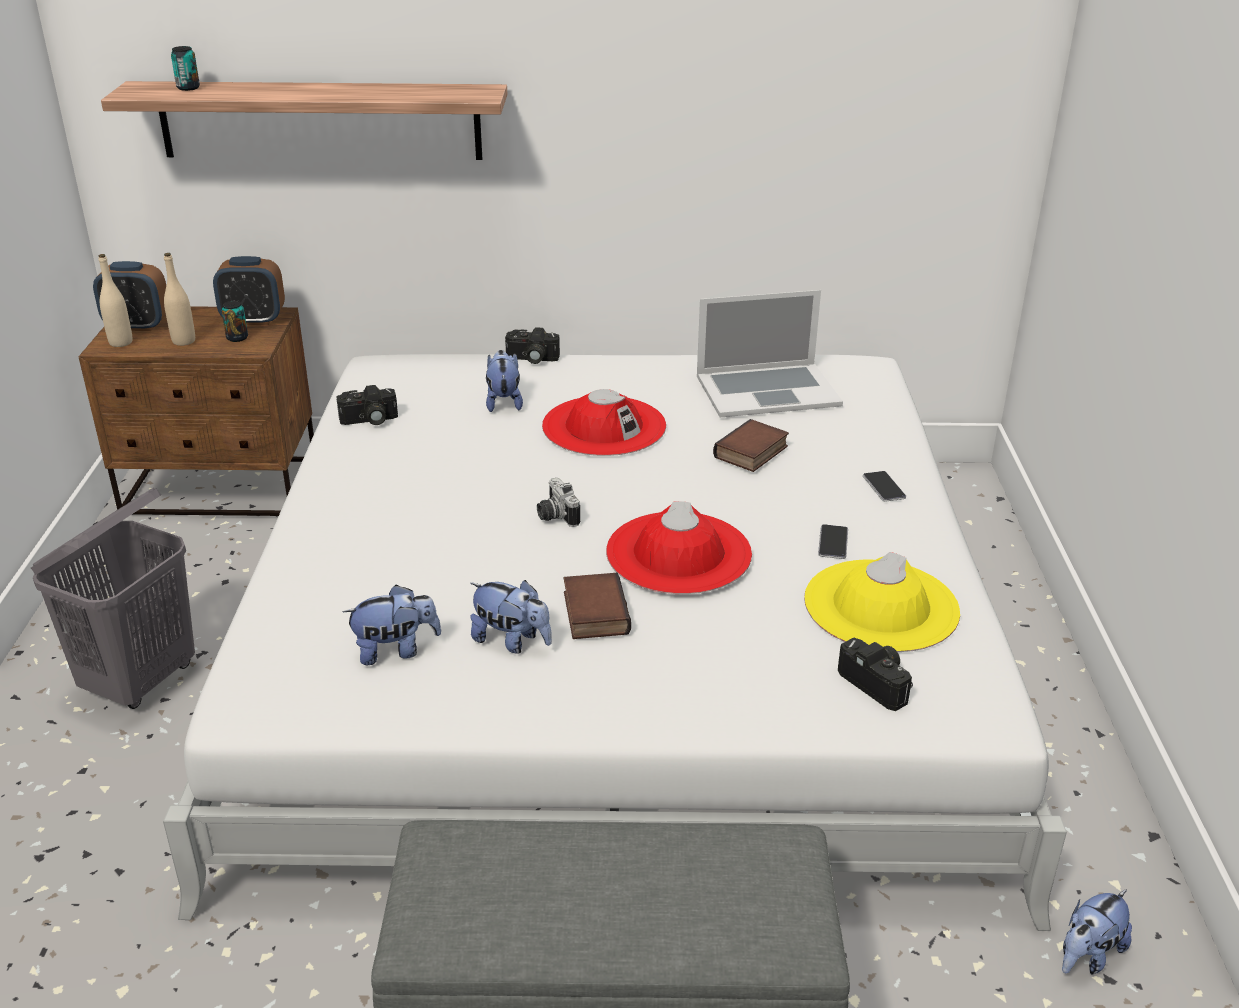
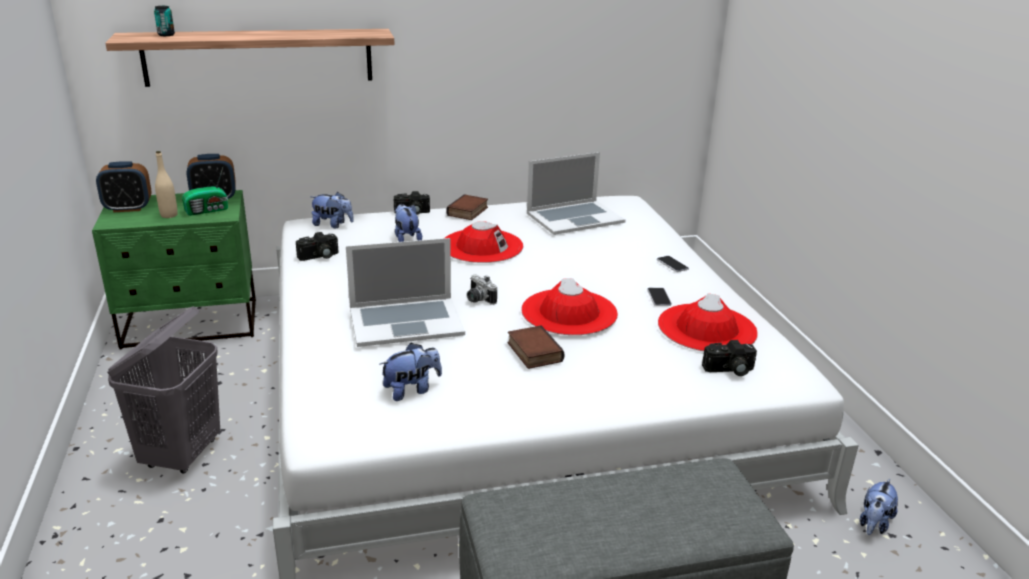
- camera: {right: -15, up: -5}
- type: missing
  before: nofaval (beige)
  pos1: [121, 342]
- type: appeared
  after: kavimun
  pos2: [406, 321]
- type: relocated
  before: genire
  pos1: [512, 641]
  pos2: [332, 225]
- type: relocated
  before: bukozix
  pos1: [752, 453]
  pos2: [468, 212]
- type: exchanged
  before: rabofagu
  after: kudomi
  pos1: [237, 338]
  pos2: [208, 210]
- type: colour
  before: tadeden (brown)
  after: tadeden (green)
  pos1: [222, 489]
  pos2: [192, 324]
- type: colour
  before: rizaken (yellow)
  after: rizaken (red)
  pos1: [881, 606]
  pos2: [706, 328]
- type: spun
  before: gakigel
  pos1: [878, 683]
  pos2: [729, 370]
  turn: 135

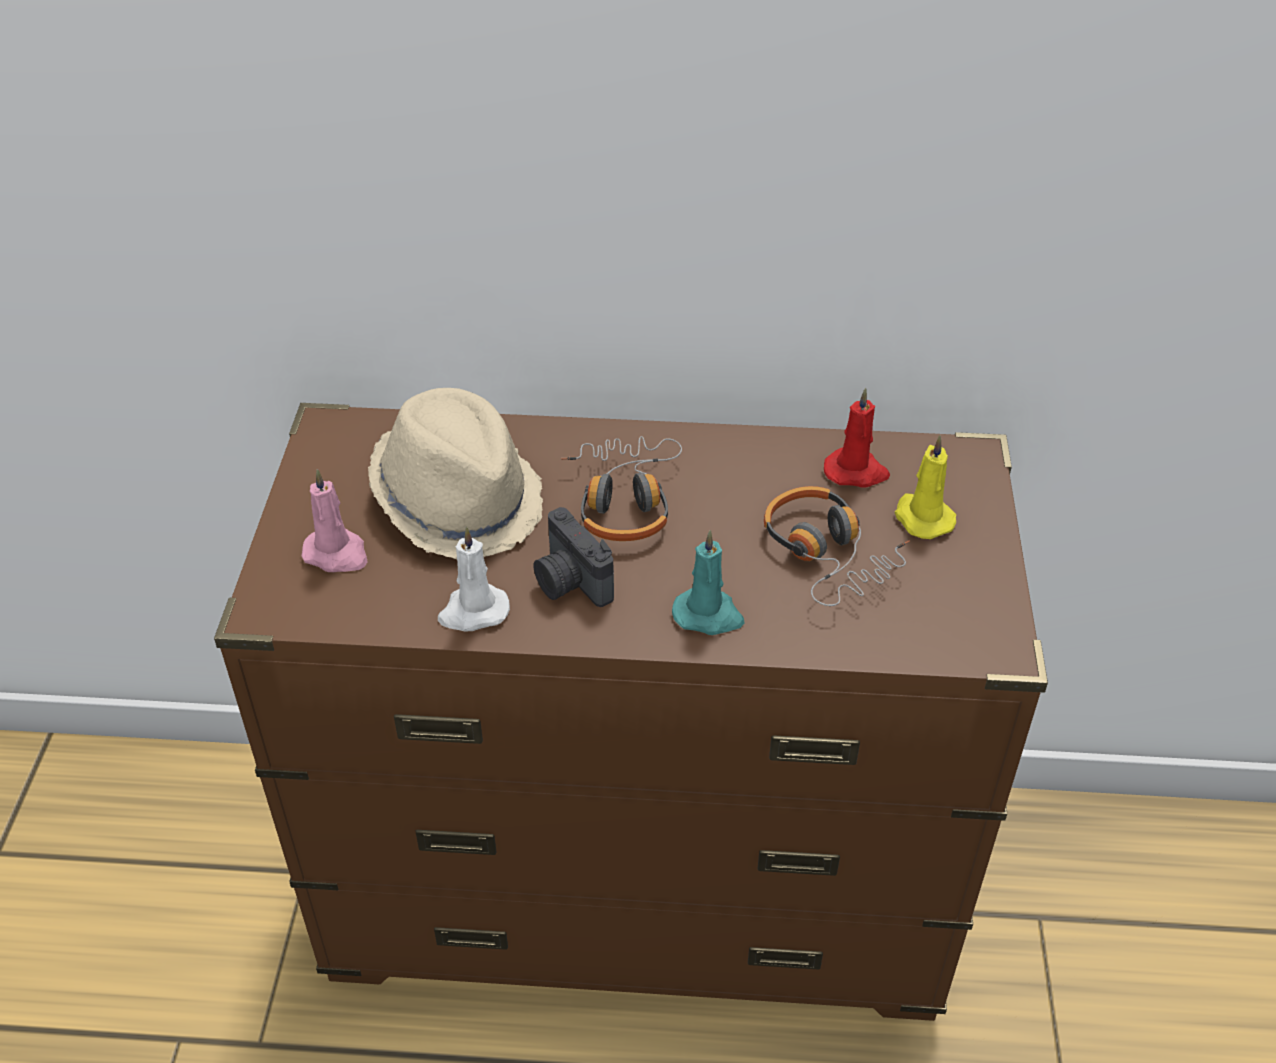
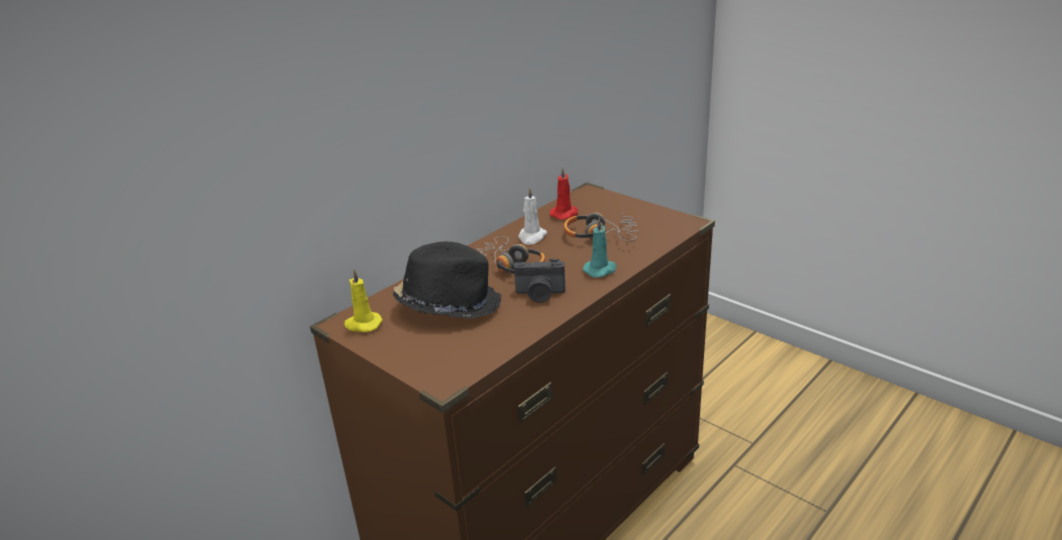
- camera: {right: -50, up: -15}
- type: missing
  before: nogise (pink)
  pos1: [337, 554]
- type: relocated
  before: nogise (white)
  pos1: [473, 612]
  pos2: [532, 237]
- type: relocated
  before: nogise (yellow)
  pos1: [922, 517]
  pos2: [362, 324]
- type: colour
  before: rizaken (beige)
  after: rizaken (black)
  pos1: [459, 500]
  pos2: [449, 304]

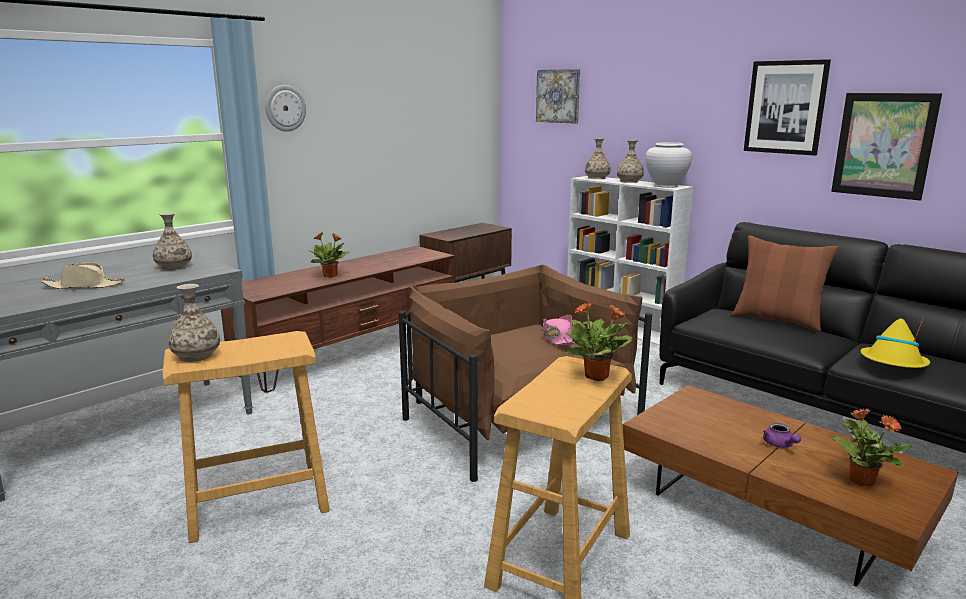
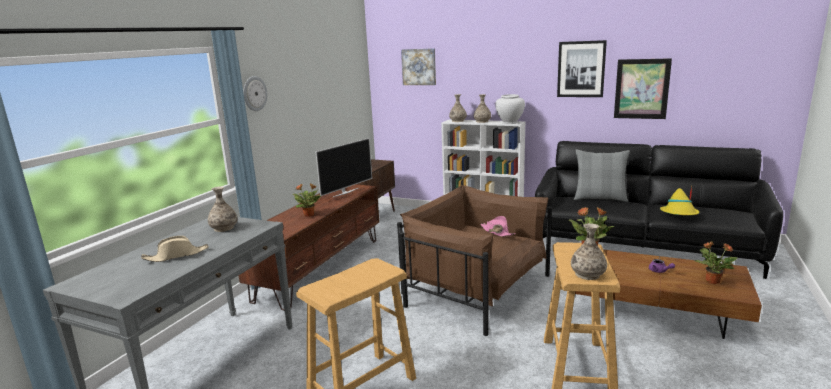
- camera: {right: -20, up: 0}
- type: appeared
  after: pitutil
  pos2: [345, 192]
- type: relocated
  before: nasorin
  pos1: [196, 355]
  pos2: [587, 274]
- type: colour
  before: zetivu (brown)
  after: zetivu (grey)
  pos1: [777, 320]
  pos2: [600, 198]

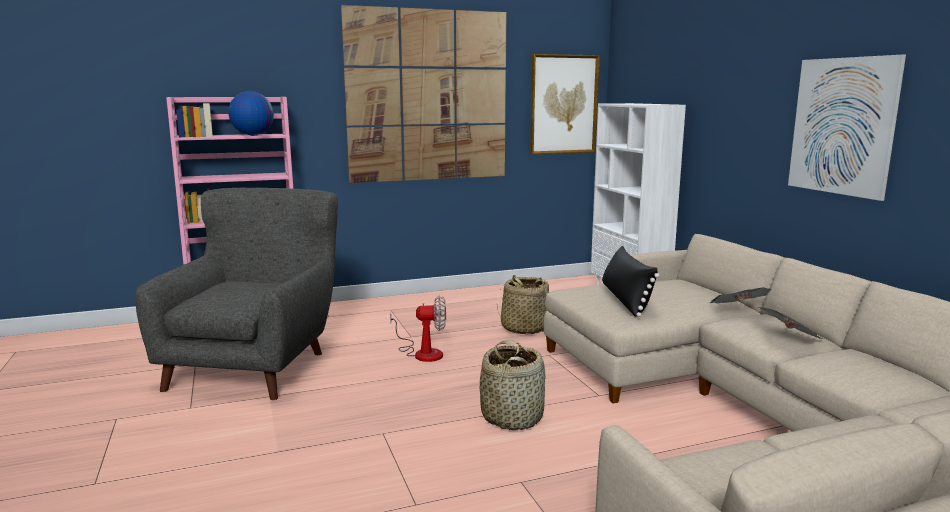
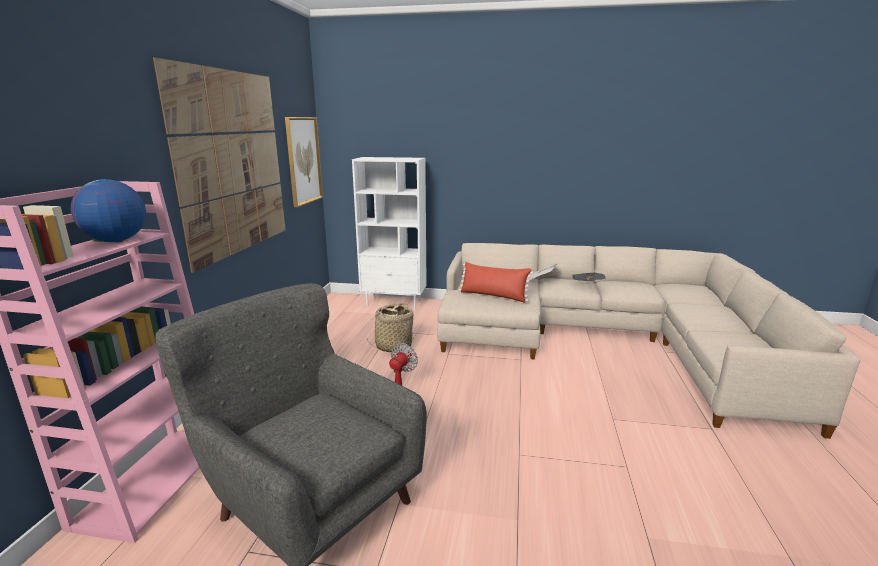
- camera: {right: -60, up: 5}
- type: missing
  before: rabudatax
  pos1: [512, 417]
- type: missing
  before: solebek
  pos1: [842, 126]
- type: colour
  before: zetivu (black)
  after: zetivu (red)
  pos1: [625, 300]
  pos2: [493, 296]

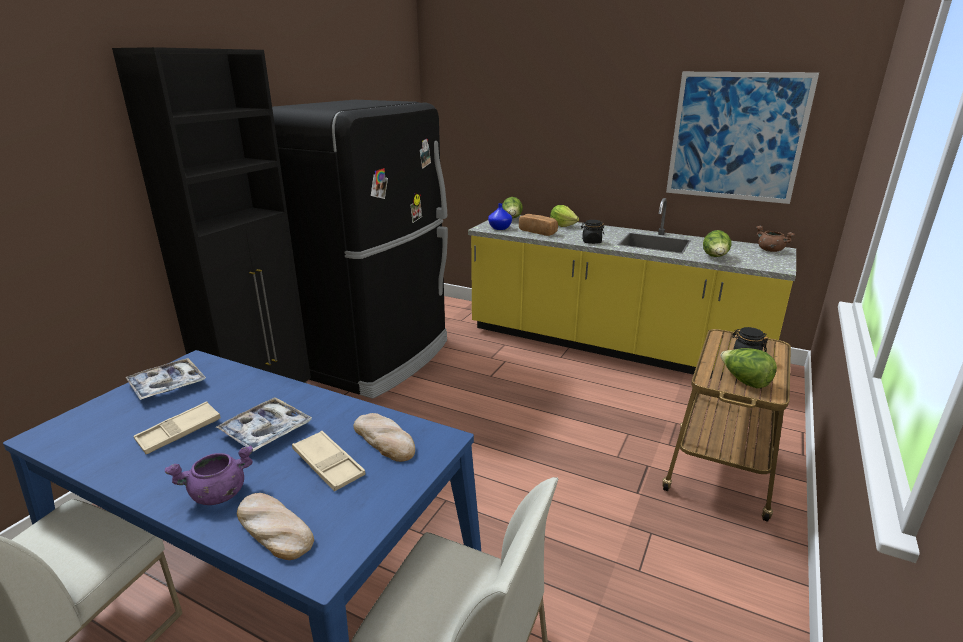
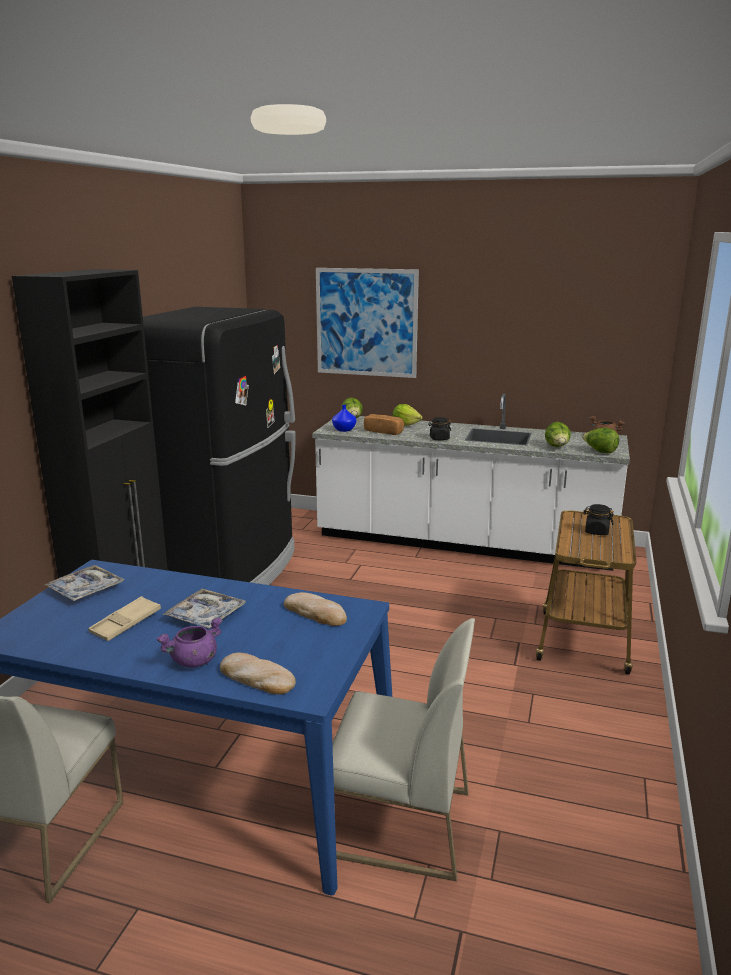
- camera: {right: -10, up: -5}
- type: missing
  before: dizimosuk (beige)
  pos1: [328, 465]
- type: relocated
  before: solebek
  pos1: [736, 137]
  pos2: [366, 322]
- type: relocated
  before: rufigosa
  pos1: [744, 381]
  pos2: [599, 451]
- type: colour
  before: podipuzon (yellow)
  after: podipuzon (white)
  pos1: [612, 346]
  pos2: [463, 543]

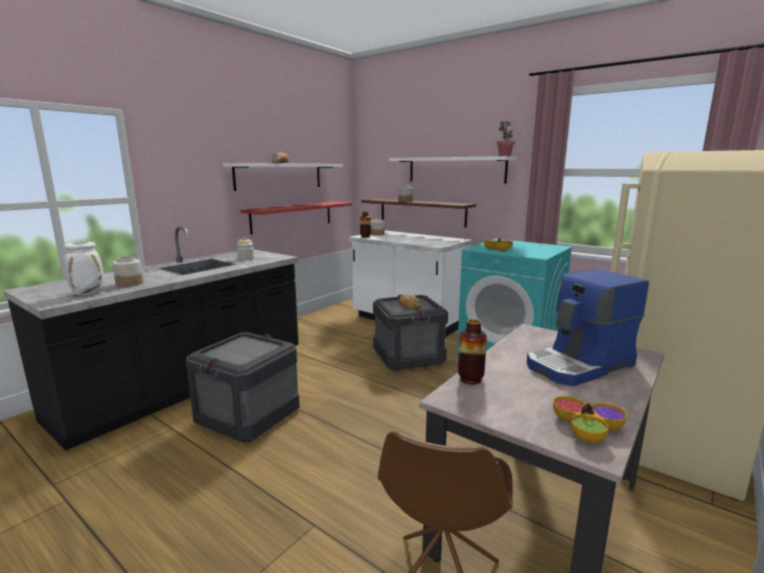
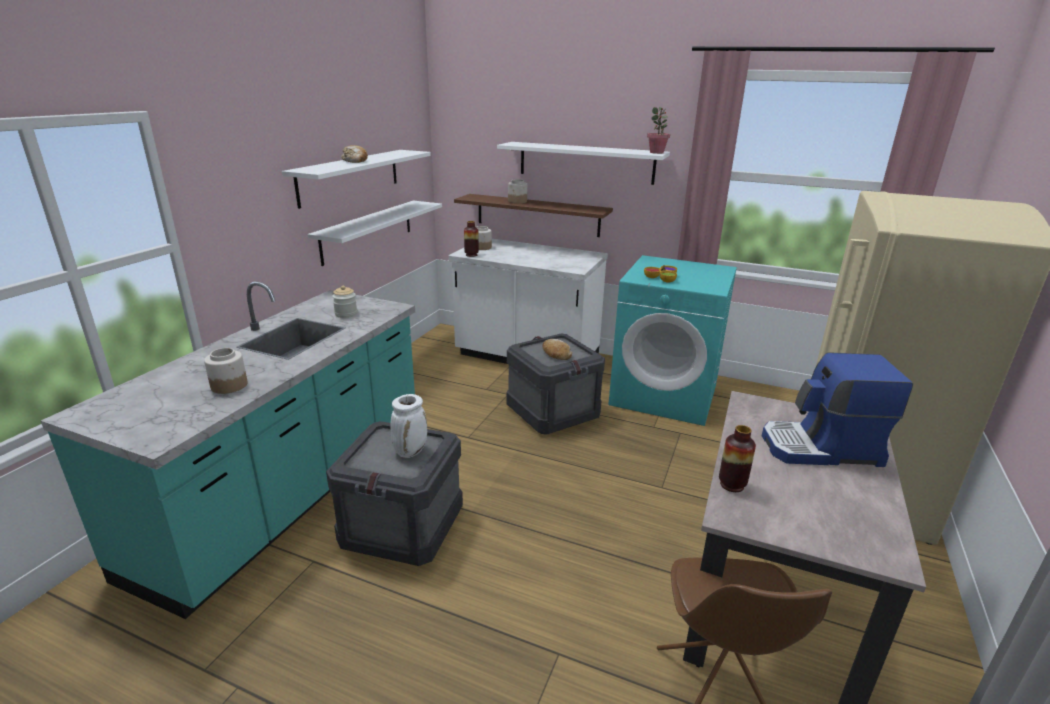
- camera: {right: -15, up: 10}
- type: missing
  before: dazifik
  pos1: [587, 427]
- type: relocated
  before: nasorin (white)
  pos1: [89, 293]
  pos2: [410, 451]
- type: colour
  before: podipuzon (black)
  after: podipuzon (turquoise)
  pos1: [188, 384]
  pos2: [292, 491]
- type: colour
  before: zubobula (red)
  after: zubobula (white)
  pos1: [292, 216]
  pos2: [368, 231]
- type: spun
  before: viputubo
  pos1: [580, 365]
  pos2: [821, 449]
  turn: 45

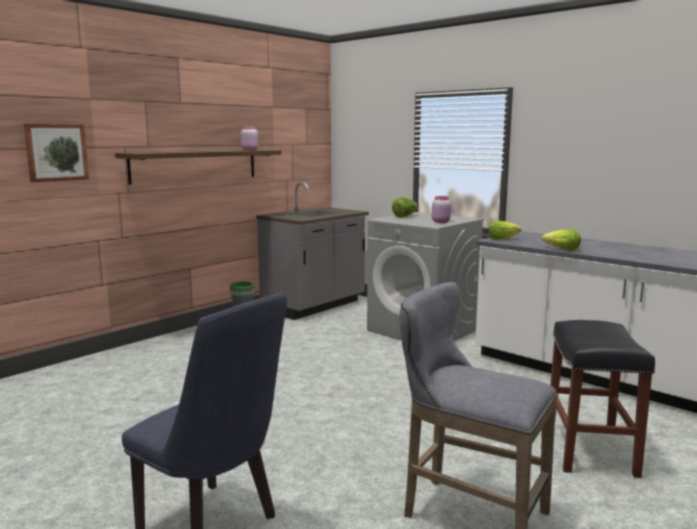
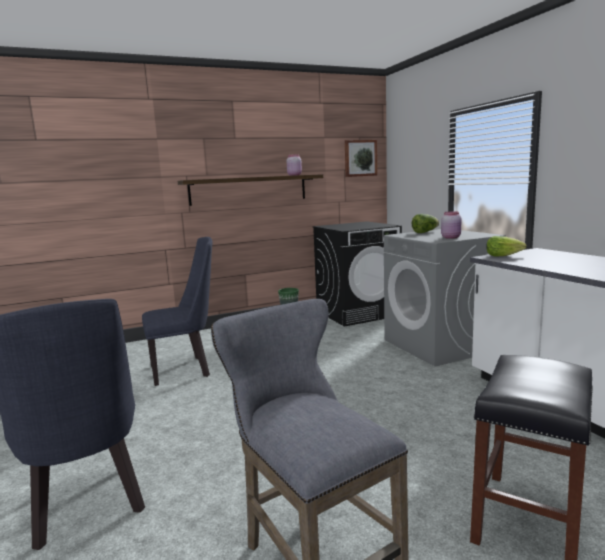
- camera: {right: 25, up: 0}
- type: missing
  before: rufigosa
  pos1: [561, 249]
- type: appeared
  after: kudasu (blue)
  pos2: [186, 369]
- type: relocated
  before: solebek
  pos1: [56, 152]
  pos2: [360, 158]
- type: exchanged
  before: podipuzon (grey)
  after: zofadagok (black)
  pos1: [314, 306]
  pos2: [358, 313]

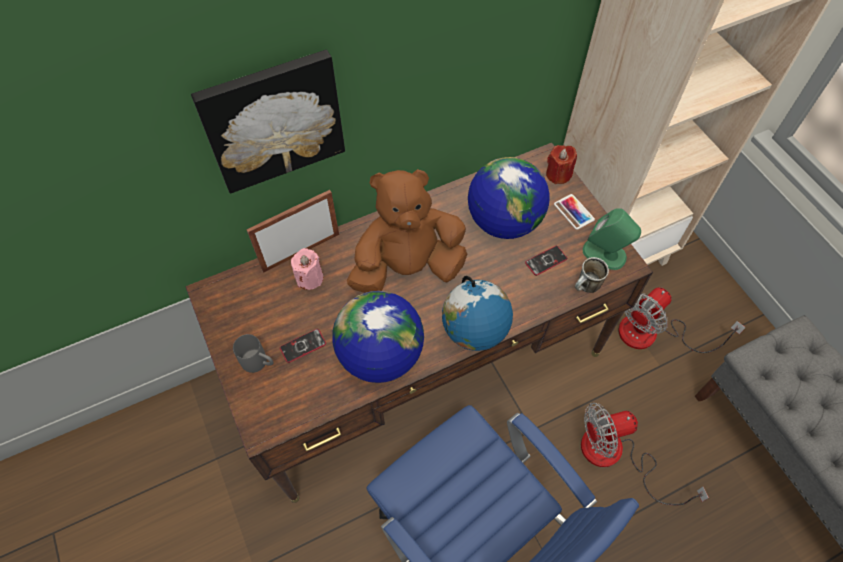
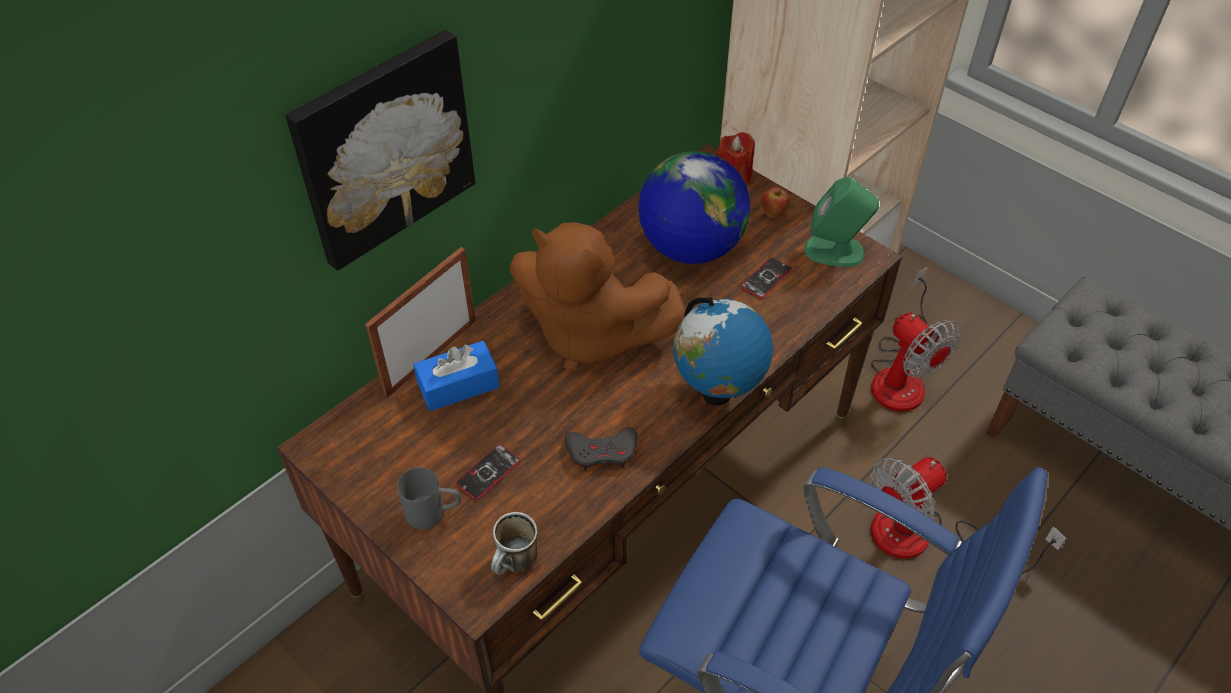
- camera: {right: -20, up: -10}
- type: relocated
  before: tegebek
  pos1: [586, 288]
  pos2: [516, 564]
- type: exchanged
  before: nogise (pink)
  after: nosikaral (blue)
  pos1: [309, 278]
  pos2: [458, 385]
- type: exchanged
  before: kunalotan
  after: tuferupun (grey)
  pos1: [380, 355]
  pos2: [602, 452]
- type: exchanged
  before: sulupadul
  after: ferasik
  pos1: [574, 212]
  pos2: [773, 214]
- type: spun
  before: genire (brown)
  pos1: [408, 267]
  pos2: [590, 335]
  turn: -120
- type: spun
  before: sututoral
  pos1: [652, 334]
  pos2: [900, 375]
  turn: -60

